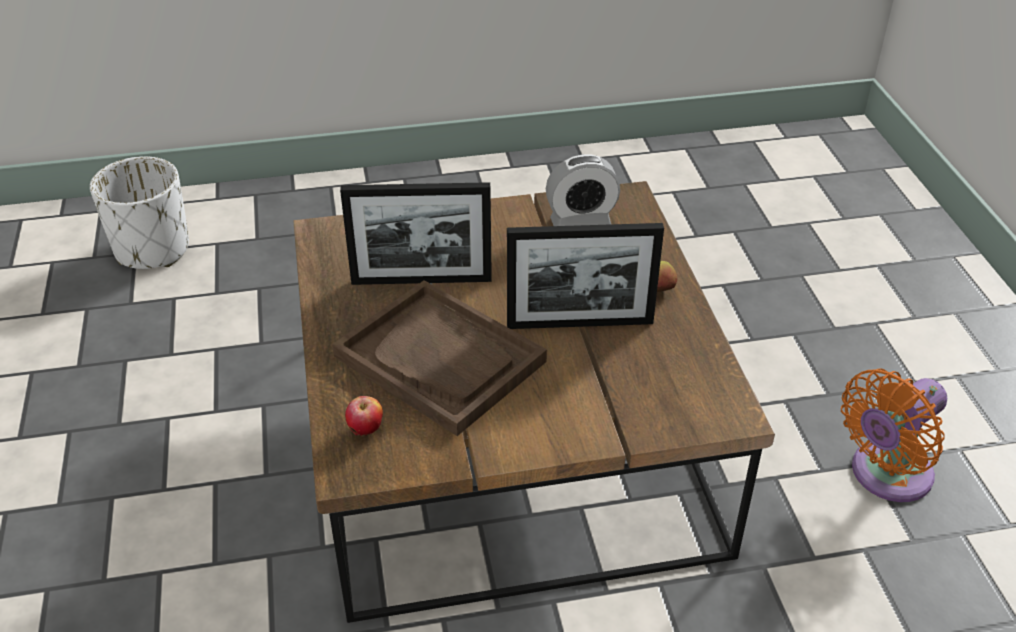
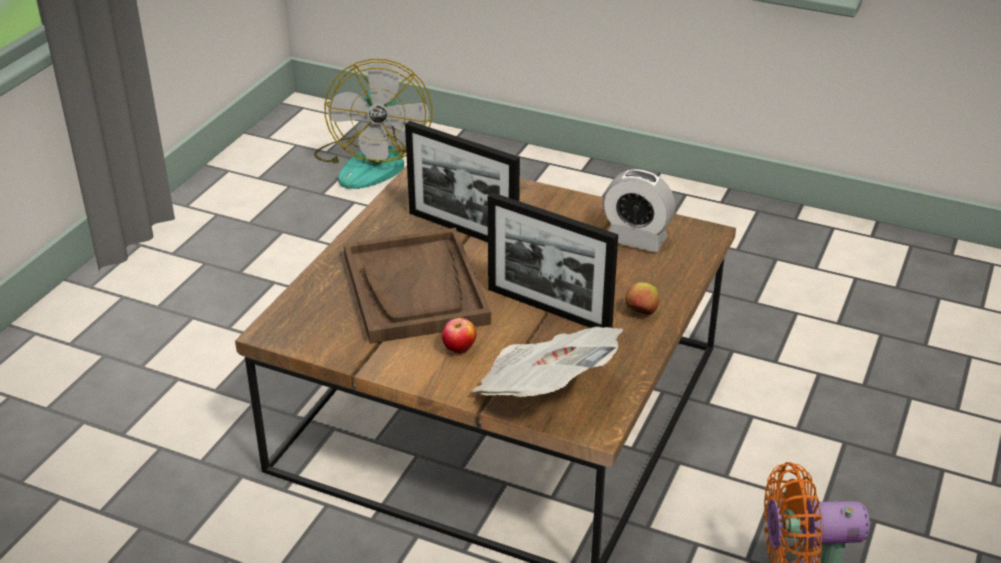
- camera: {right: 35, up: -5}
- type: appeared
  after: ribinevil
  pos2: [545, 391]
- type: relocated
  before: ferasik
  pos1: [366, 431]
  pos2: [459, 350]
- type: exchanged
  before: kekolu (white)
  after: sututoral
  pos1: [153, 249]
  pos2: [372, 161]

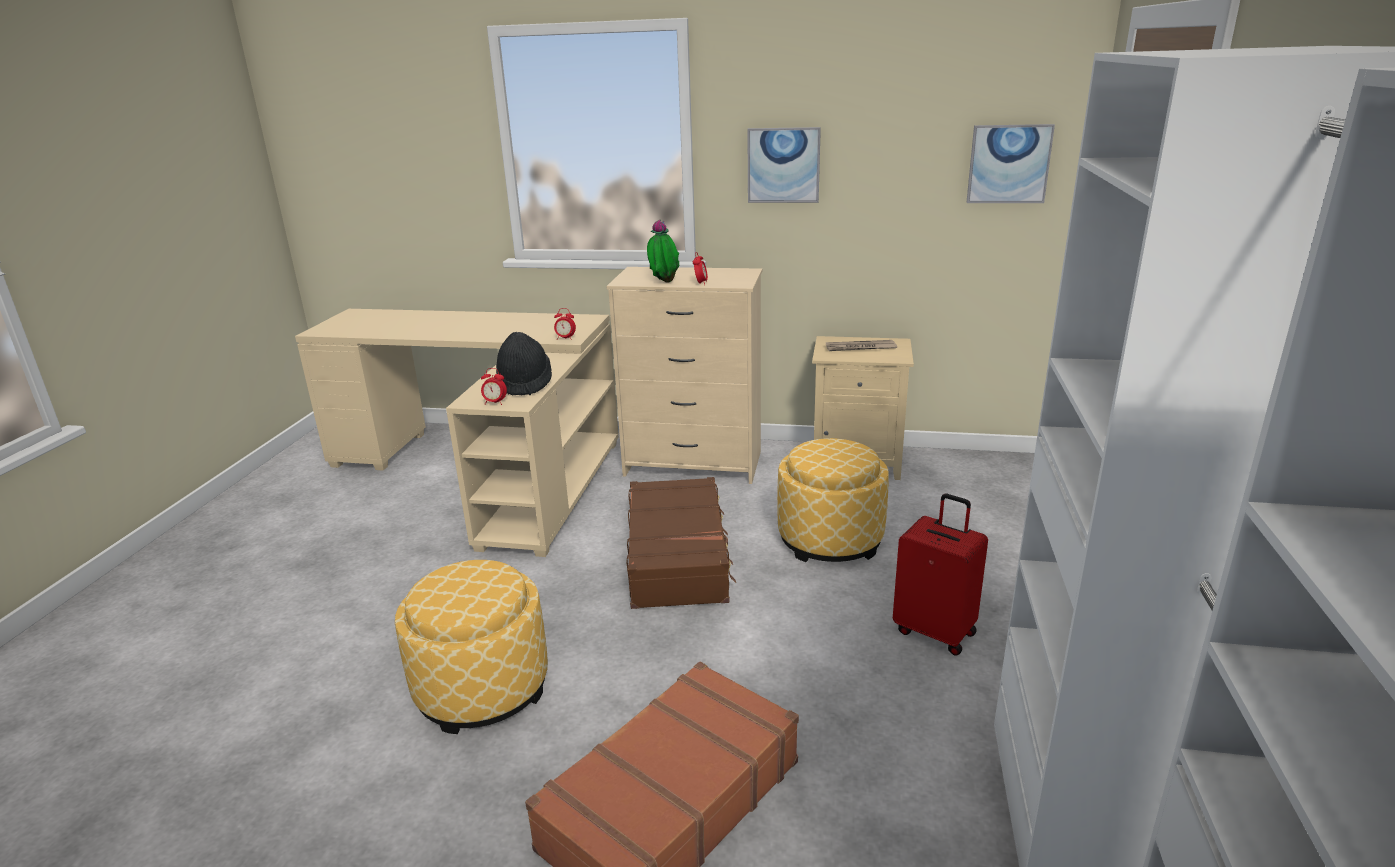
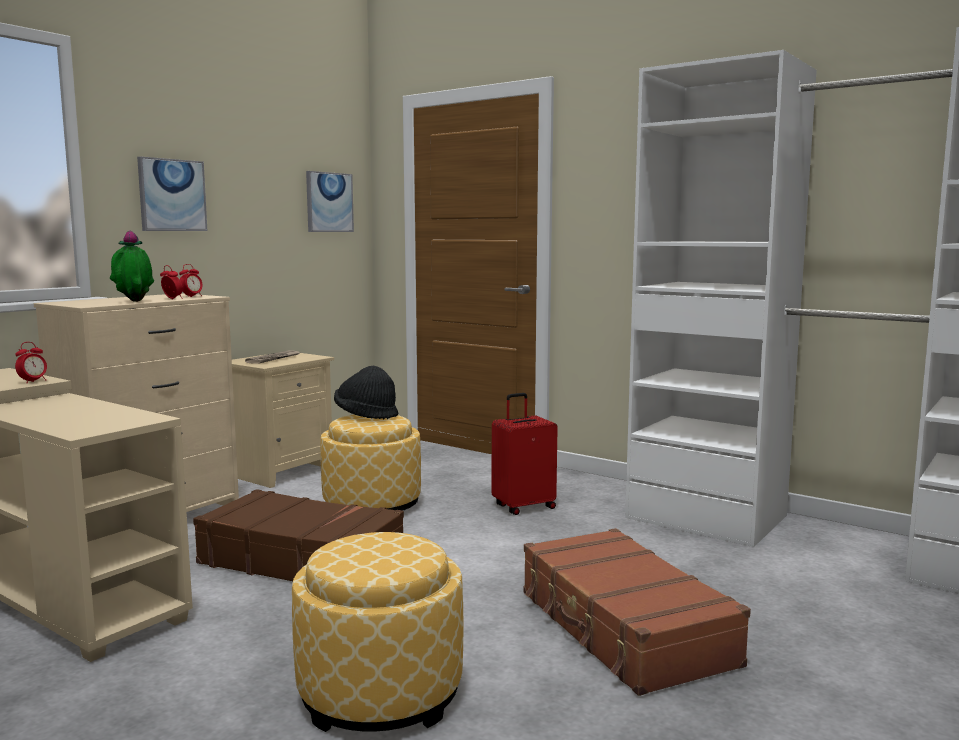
- camera: {right: -65, up: -15}
- type: relocated
  before: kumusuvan
  pos1: [495, 403]
  pos2: [192, 297]
- type: relocated
  before: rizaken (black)
  pos1: [524, 383]
  pos2: [366, 415]

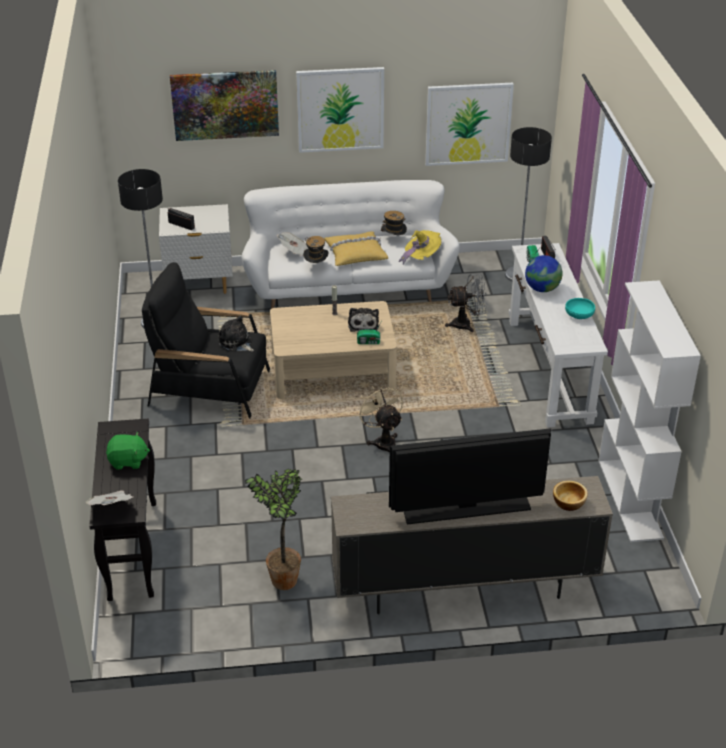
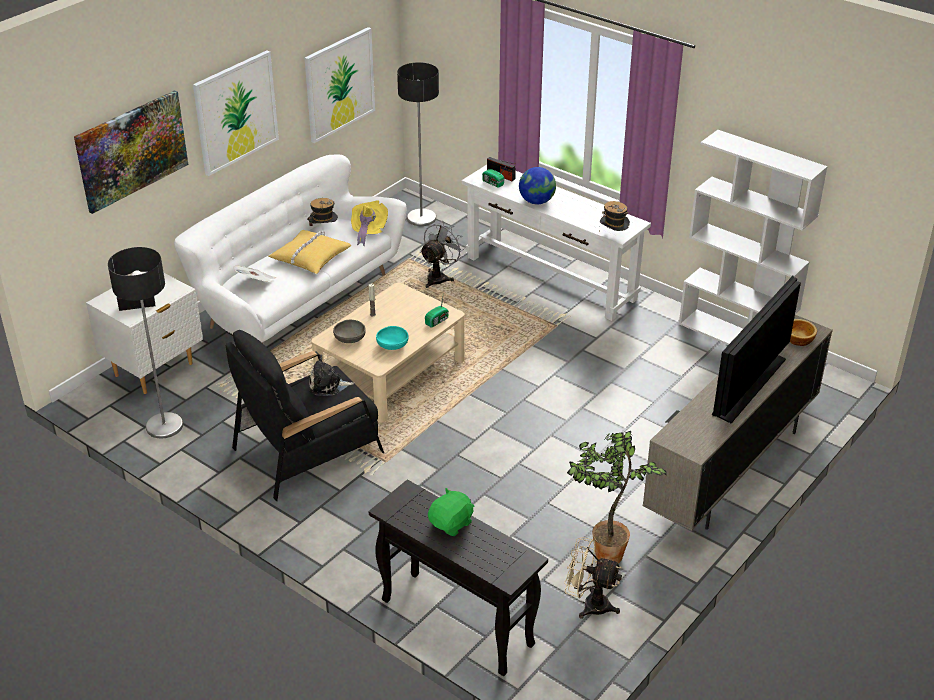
- camera: {right: -45, up: 0}
- type: missing
  before: ribinevil
  pos1: [112, 507]
- type: missing
  before: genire
  pos1: [363, 324]
- type: appeared
  after: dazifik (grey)
  pos2: [350, 339]
- type: relocated
  before: rizaken
  pos1: [316, 267]
  pos2: [613, 236]
- type: relocated
  before: sututoral (beige)
  pos1: [383, 441]
  pos2: [589, 604]
- type: relocated
  before: dazifik (turquoise)
  pos1: [579, 315]
  pos2: [392, 345]

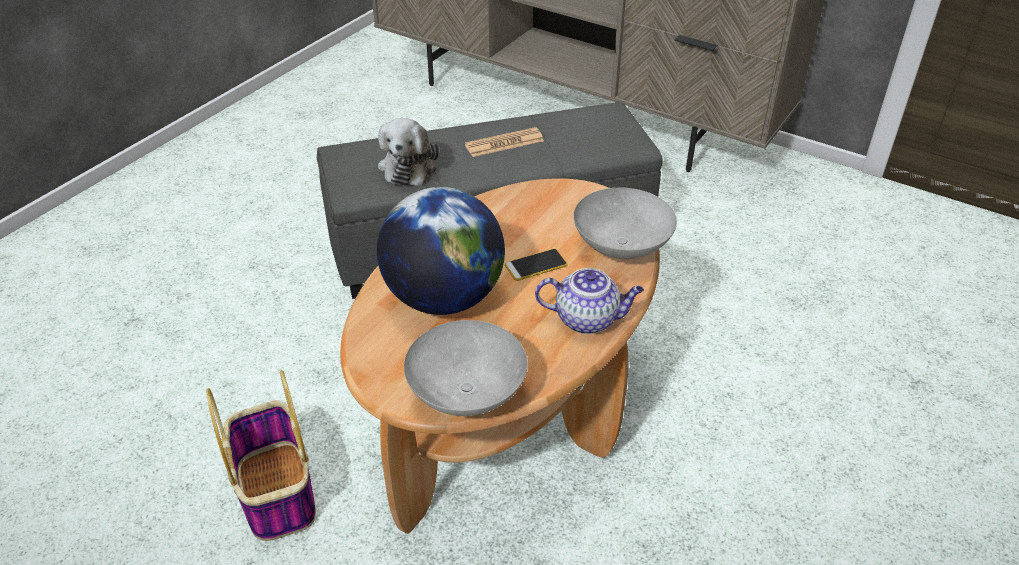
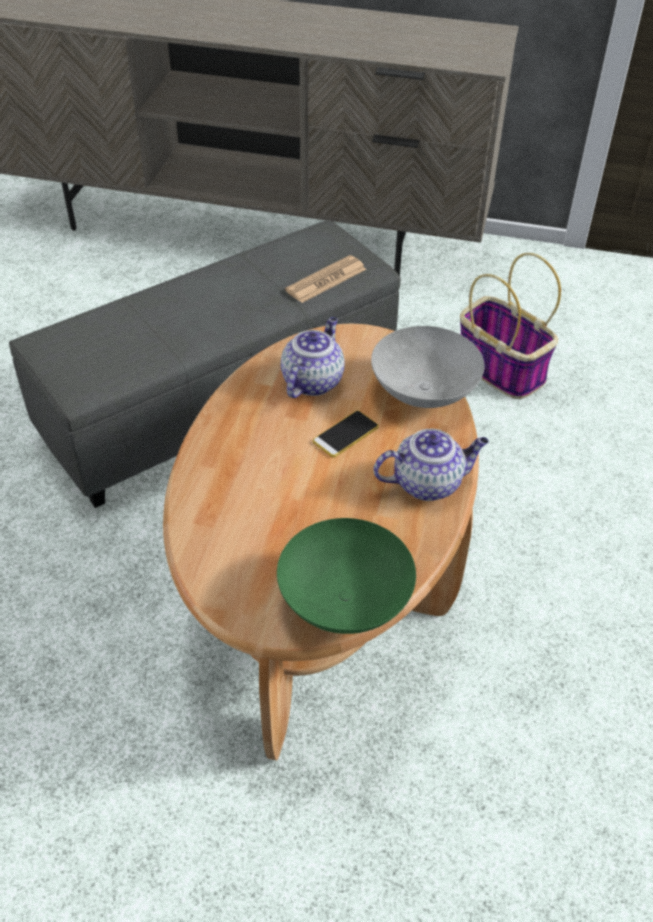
- camera: {right: -20, up: 5}
- type: missing
  before: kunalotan
  pos1: [444, 298]
- type: missing
  before: genire
  pos1: [409, 166]
- type: appeared
  after: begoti
  pos2: [312, 381]
- type: relocated
  before: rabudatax
  pos1: [275, 490]
  pos2: [498, 368]
- type: relocated
  before: ribinevil
  pos1: [504, 143]
  pos2: [326, 280]
- type: colour
  before: dazifik (grey)
  after: dazifik (green)
  pos1: [469, 393]
  pos2: [347, 601]

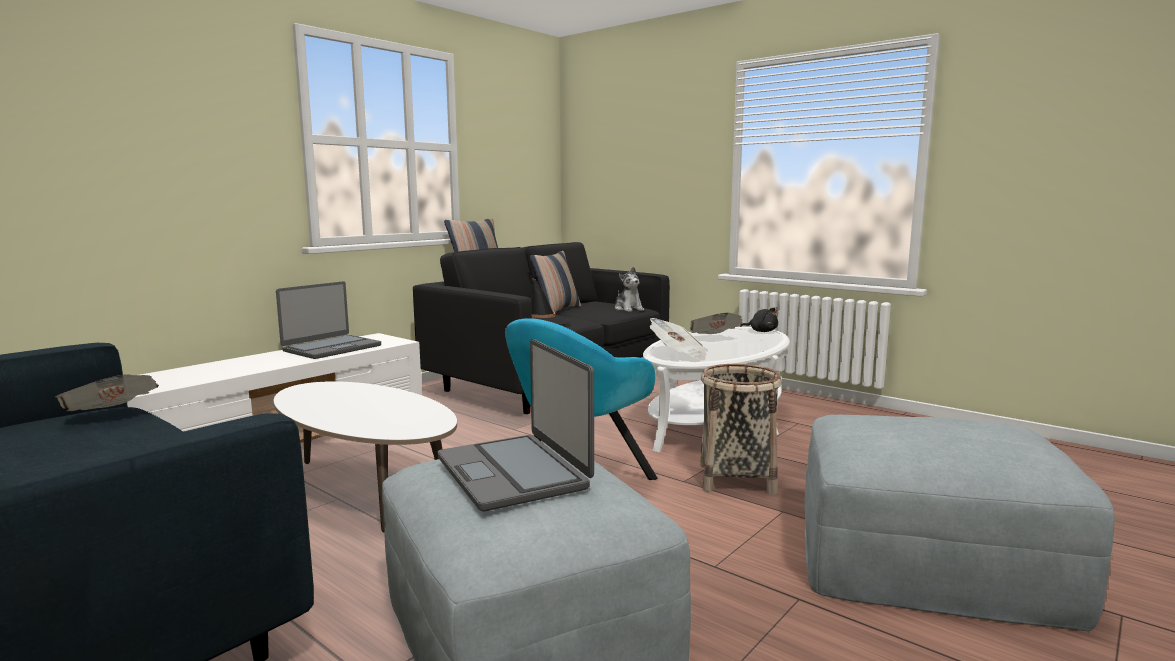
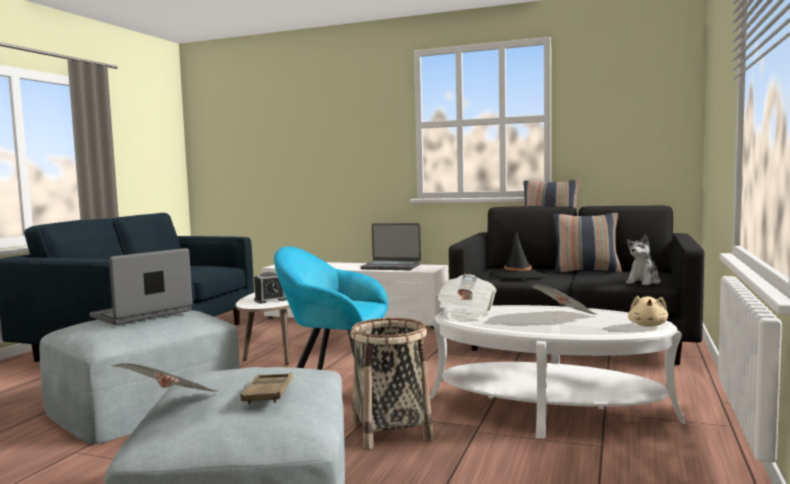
- camera: {right: 70, up: -5}
- type: appeared
  after: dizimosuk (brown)
  pos2: [268, 393]
- type: appeared
  after: kumusuvan
  pos2: [270, 300]
- type: relocated
  before: ribinevil
  pos1: [112, 416]
  pos2: [171, 405]
- type: colour
  before: genire (black)
  after: genire (beige)
  pos1: [761, 331]
  pos2: [648, 325]

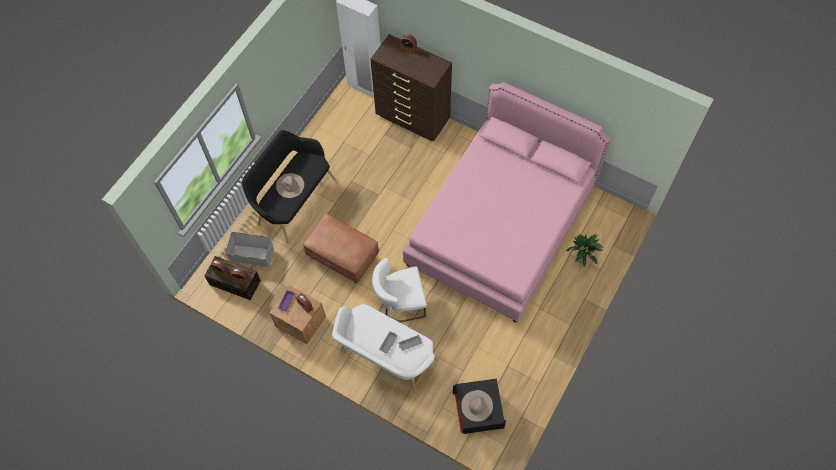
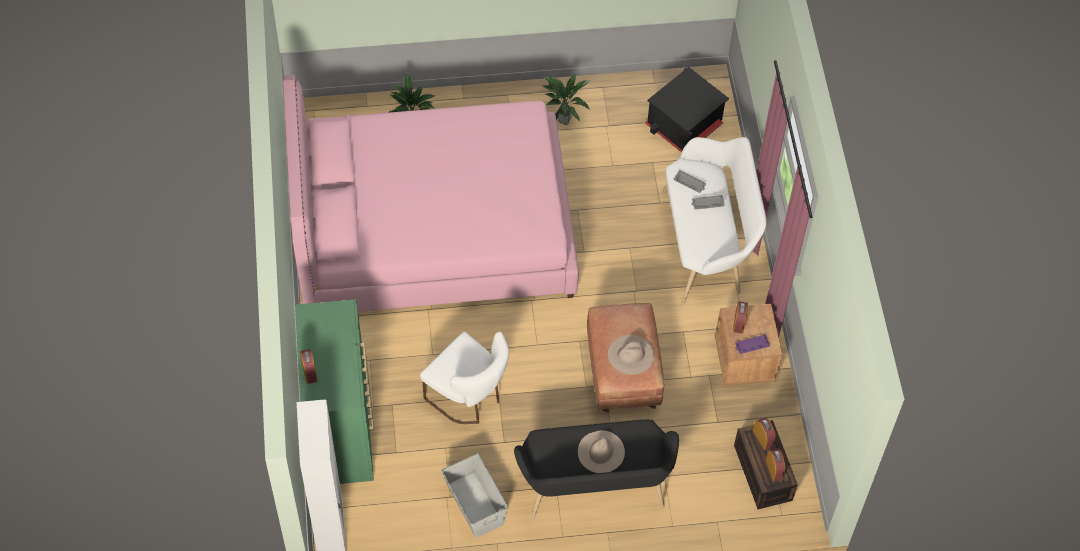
- camera: {right: -130, up: -5}
- type: appeared
  after: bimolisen
  pos2: [564, 119]
- type: relocated
  before: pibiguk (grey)
  pos1: [252, 255]
  pos2: [474, 504]
- type: relocated
  before: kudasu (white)
  pos1: [400, 303]
  pos2: [469, 397]
- type: relocated
  before: rizaken (beige)
  pos1: [477, 405]
  pos2: [631, 355]
- type: colour
  before: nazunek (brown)
  after: nazunek (green)
  pos1: [412, 119]
  pos2: [342, 433]

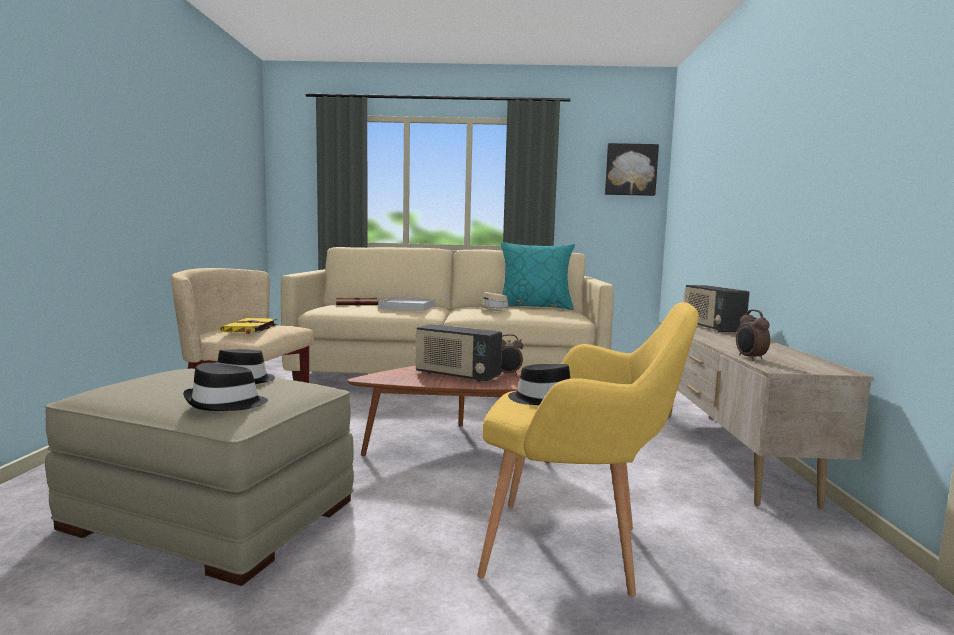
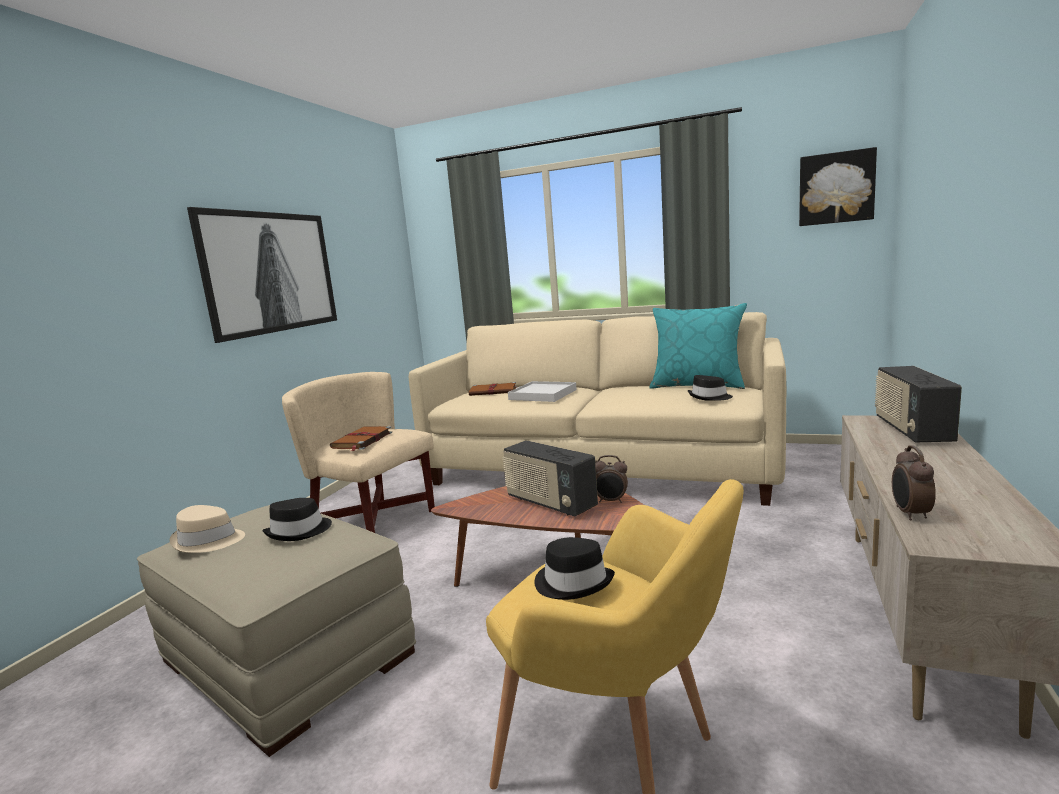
- camera: {right: 20, up: 5}
- type: appeared
  after: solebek
  pos2: [270, 272]
- type: relocated
  before: rizaken (black)
  pos1: [225, 403]
  pos2: [709, 397]
- type: relocated
  before: rizaken (beige)
  pos1: [495, 310]
  pos2: [208, 541]
- type: colour
  before: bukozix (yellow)
  after: bukozix (brown)
  pos1: [249, 328]
  pos2: [361, 440]

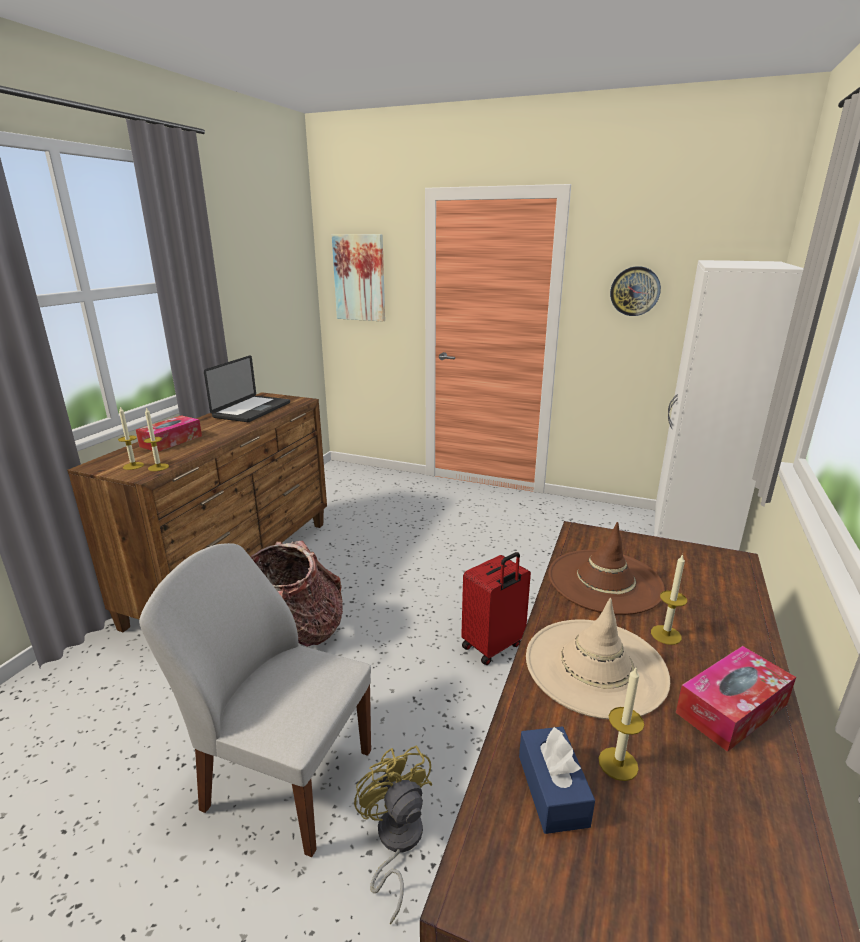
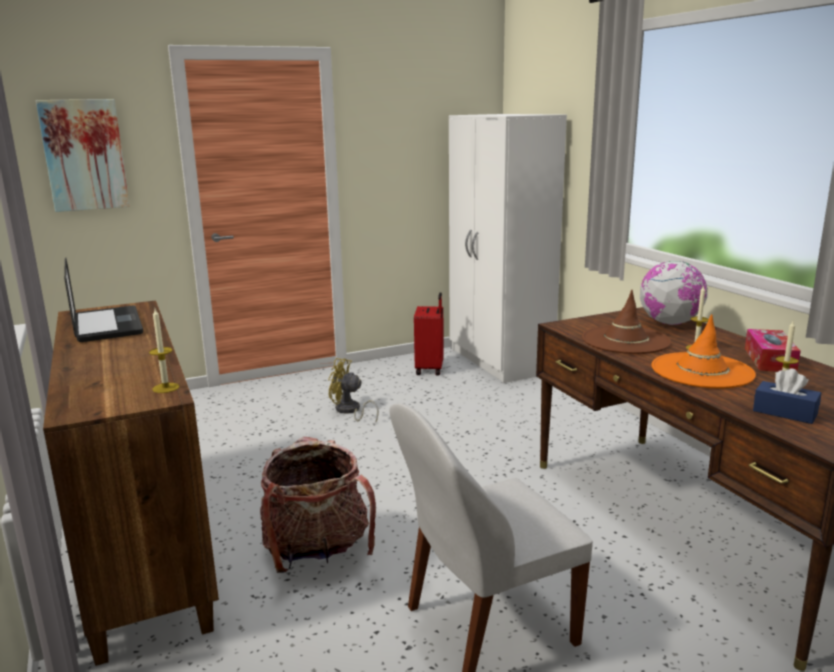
- camera: {right: -45, up: -5}
- type: missing
  before: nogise
  pos1: [133, 466]
- type: missing
  before: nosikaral
  pos1: [171, 441]
- type: missing
  before: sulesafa
  pos1: [635, 291]
- type: appeared
  after: kunalotan
  pos2: [670, 323]
- type: relocated
  before: sututoral (yellow)
  pos1: [396, 842]
  pos2: [349, 411]
- type: relocated
  before: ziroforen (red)
  pos1: [493, 646]
  pos2: [430, 369]
- type: colour
  before: rizaken (beige)
  after: rizaken (orange)
  pos1: [595, 666]
  pos2: [701, 371]

